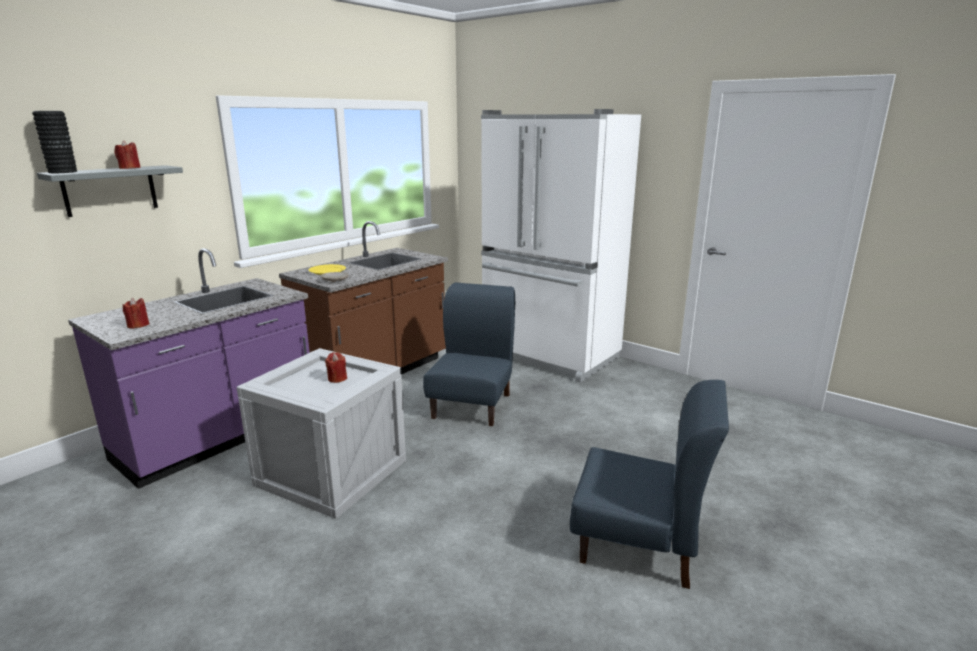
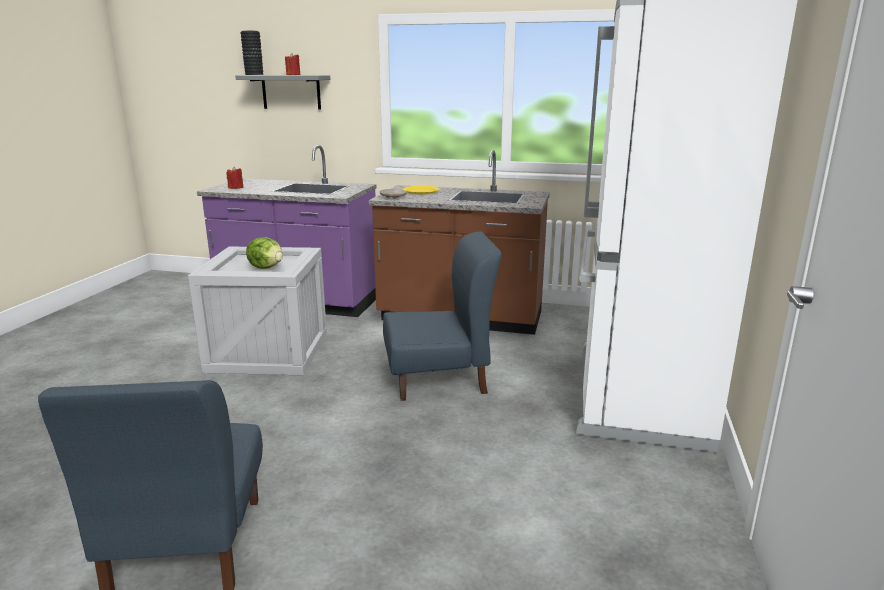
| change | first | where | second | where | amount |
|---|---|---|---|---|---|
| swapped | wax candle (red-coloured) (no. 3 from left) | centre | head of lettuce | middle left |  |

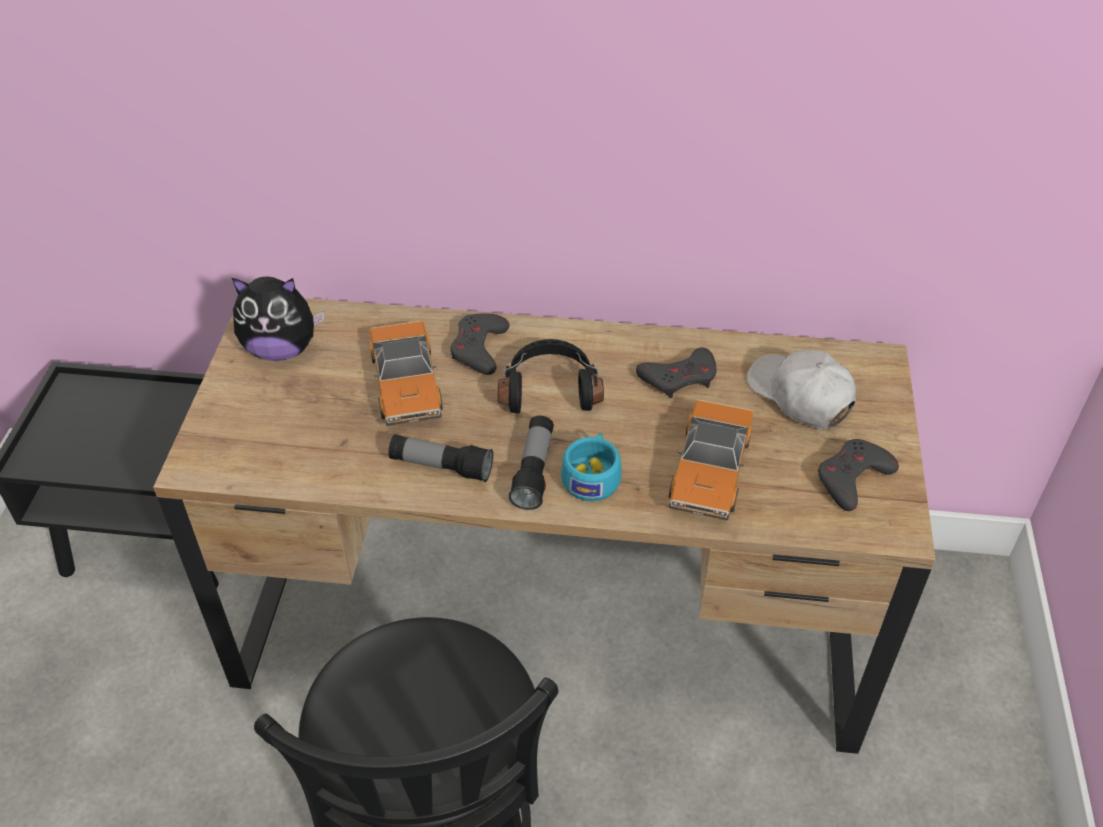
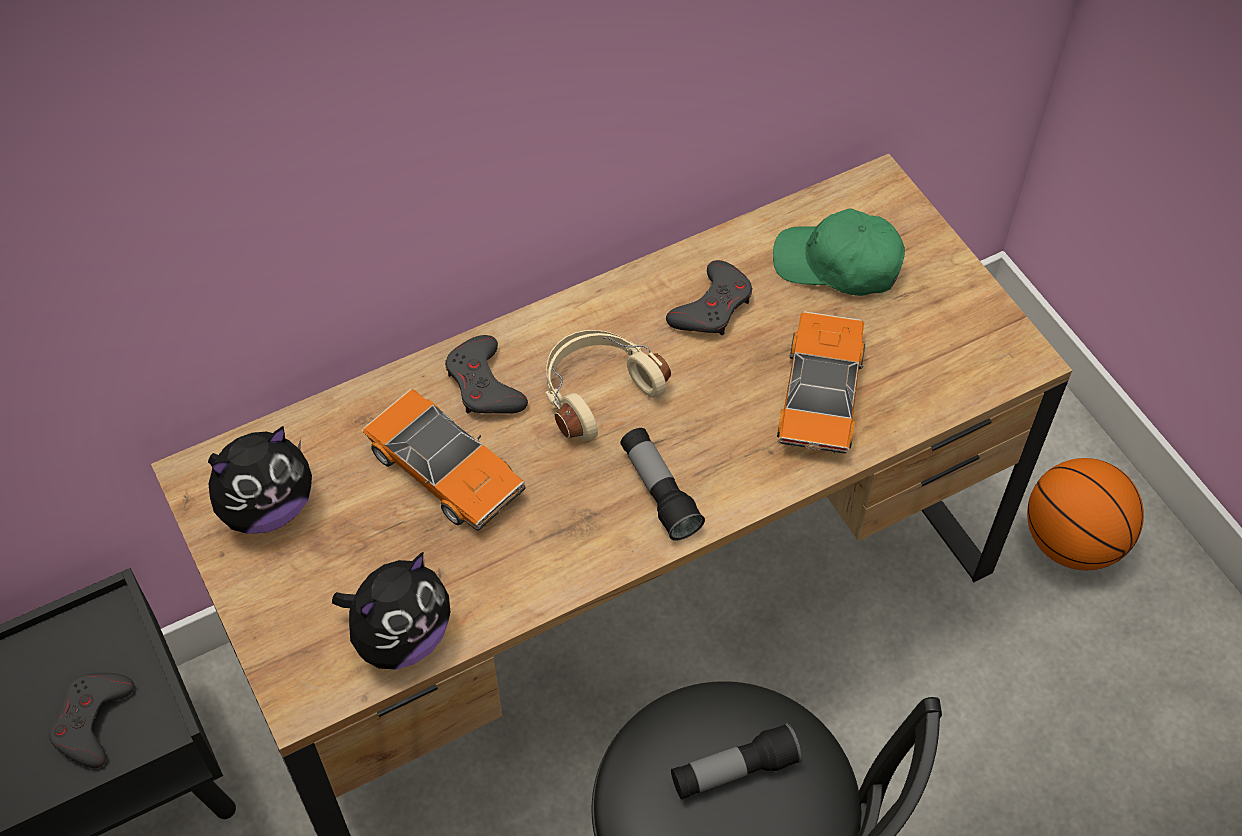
| change | first | where | second | where | amount |
|---|---|---|---|---|---|
| gone | cup (turquoise-coloured) | centre |  |  |  |
| new |  |  | cuddly toy (no. 2 from left) | bottom left |  |
| new |  |  | ball for basketball | middle right |  |
| shifted | flashlight (no. 1 from left in the first image) | centre | flashlight (no. 2 from left) | bottom centre |  |
| shifted | gamepad (grey) (no. 3 from left in the first image) | middle right | gamepad (grey) (no. 1 from left) | bottom left |  |
| repainted | headset (blackish) | centre | headset (sand-coloured) | centre |  |
| repainted | baseball cap (white) | middle right | baseball cap (green) | top right |  |
| rotated | toy car (no. 2 from left) | centre |  | centre | 150 degrees counterclockwise |

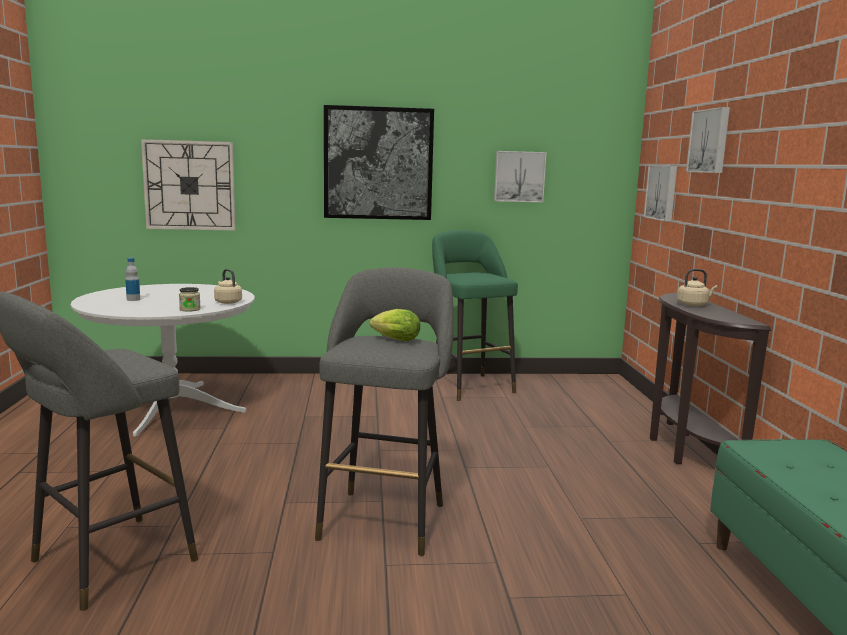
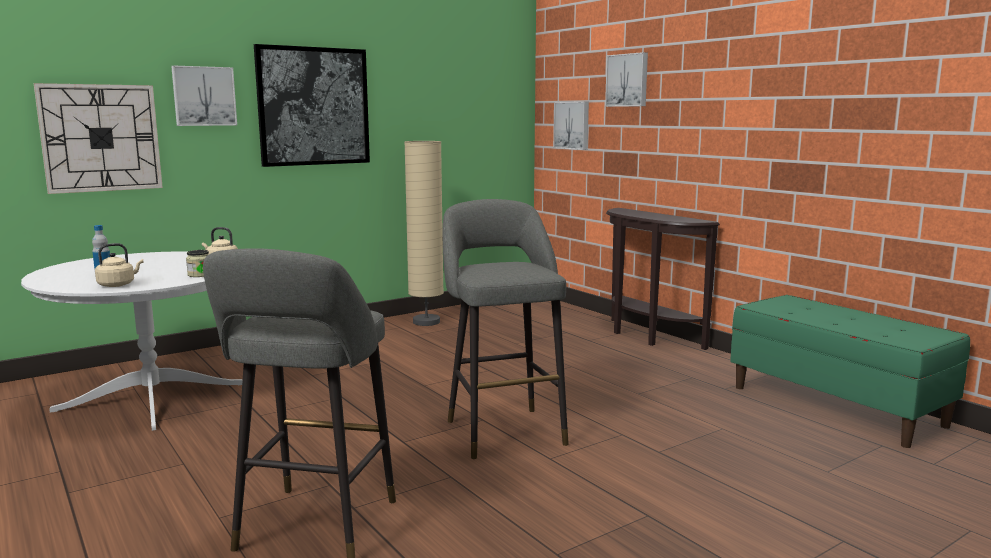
| change | first | where | second | where | amount |
|---|---|---|---|---|---|
| gone | head of lettuce | centre |  |  |  |
| shifted | wall art (no. 2 from left in the first image) | top centre | wall art (no. 1 from left) | top left |  |
| shifted | kettle (sand-coloured) (no. 2 from left in the first image) | middle right | kettle (sand-coloured) (no. 1 from left) | middle left |  |
| swapped | stool seat (green) | centre | standard lamp (sand-coloured) | centre |  |

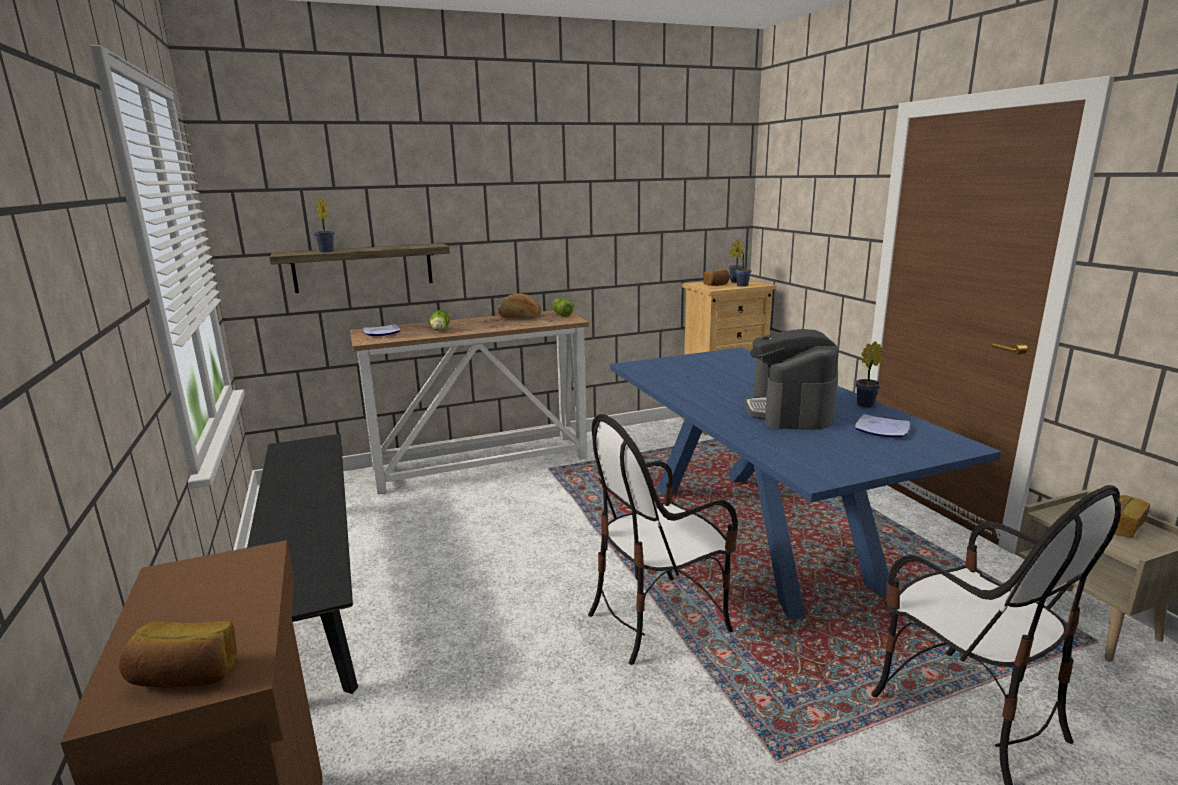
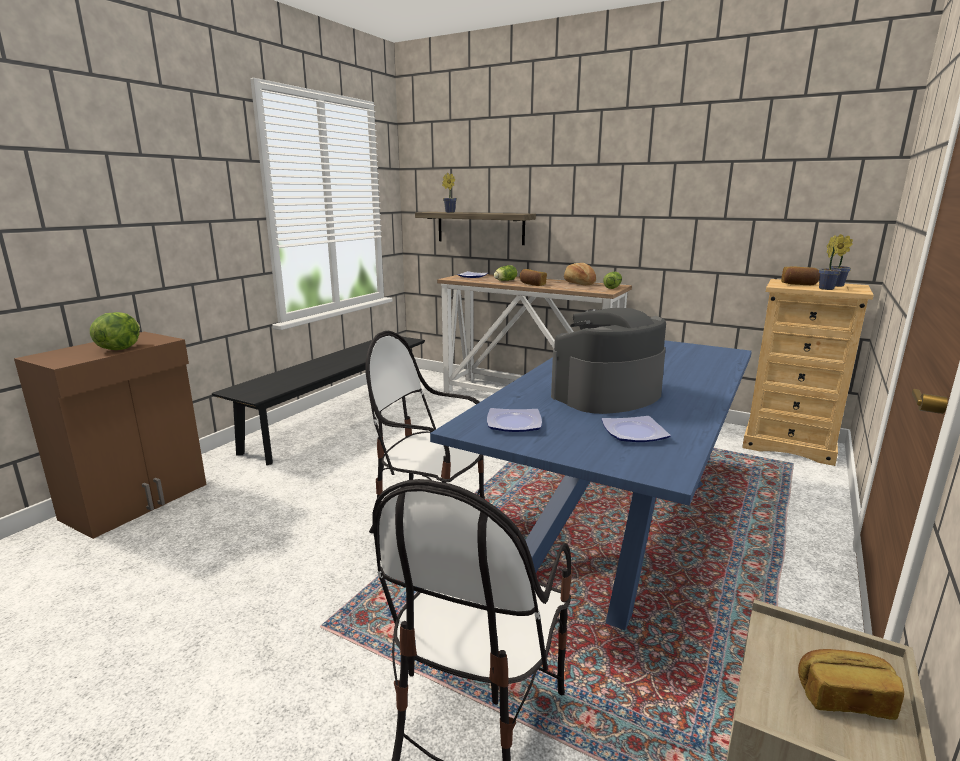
| change | first | where | second | where | amount |
|---|---|---|---|---|---|
| gone | plant in a pot (no. 4 from left) | middle right |  |  |  |
| new |  |  | head of lettuce (no. 1 from left) | middle left |  |
| new |  |  | plate (no. 2 from left) | centre |  |
| shifted | baked bread (no. 1 from left) | bottom left |  | centre |  |

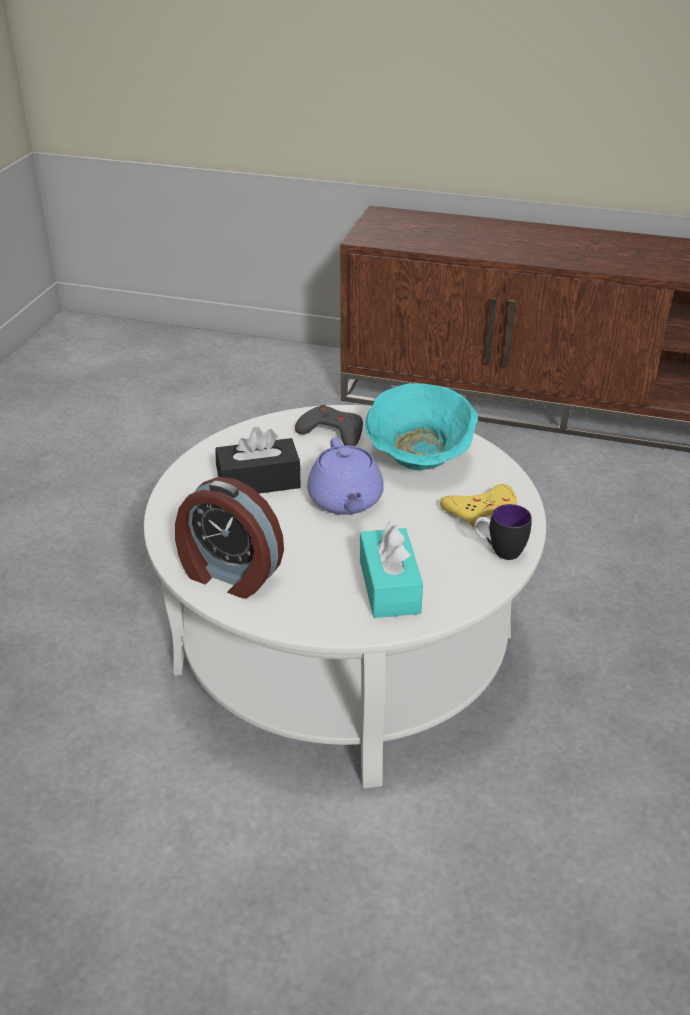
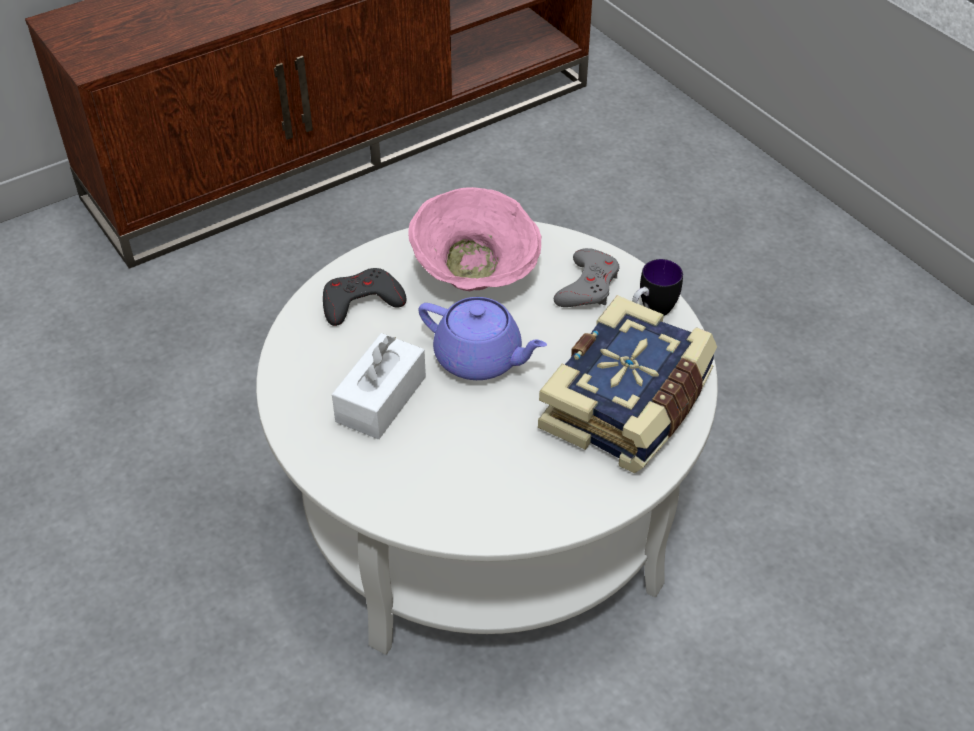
| change | first | where | second | where | amount |
|---|---|---|---|---|---|
| gone | table clock | middle left |  |  |  |
| swapped | tissue holder (turquoise-coloured) | centre | bound book | centre |  |
| repainted | tissue holder (blackish) | centre | tissue holder (white) | centre |  |
| repainted | deep dish (turquoise-coloured) | centre | deep dish (pink) | top centre |  |
| repainted | gamepad (yellow-coloured) | middle right | gamepad (grey) (no. 2 from left) | centre |  |

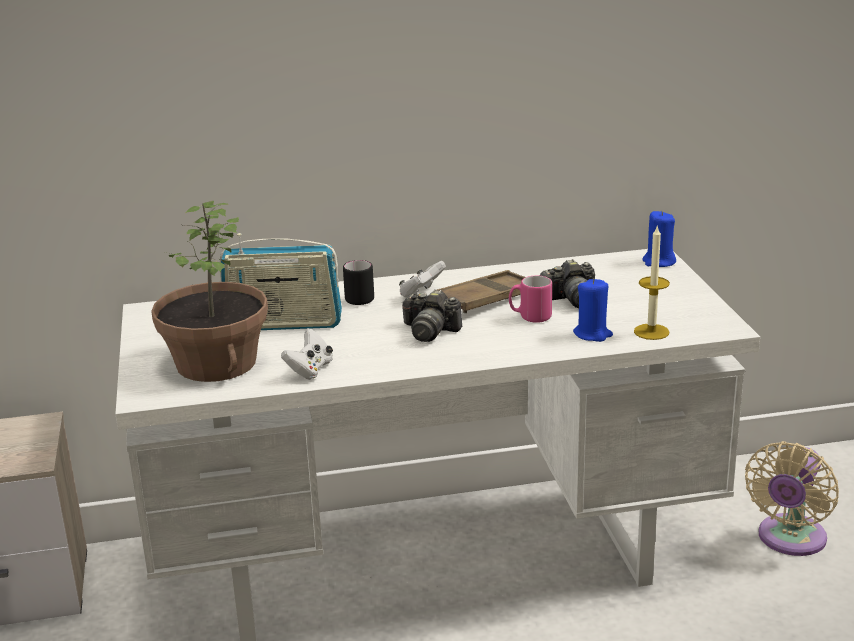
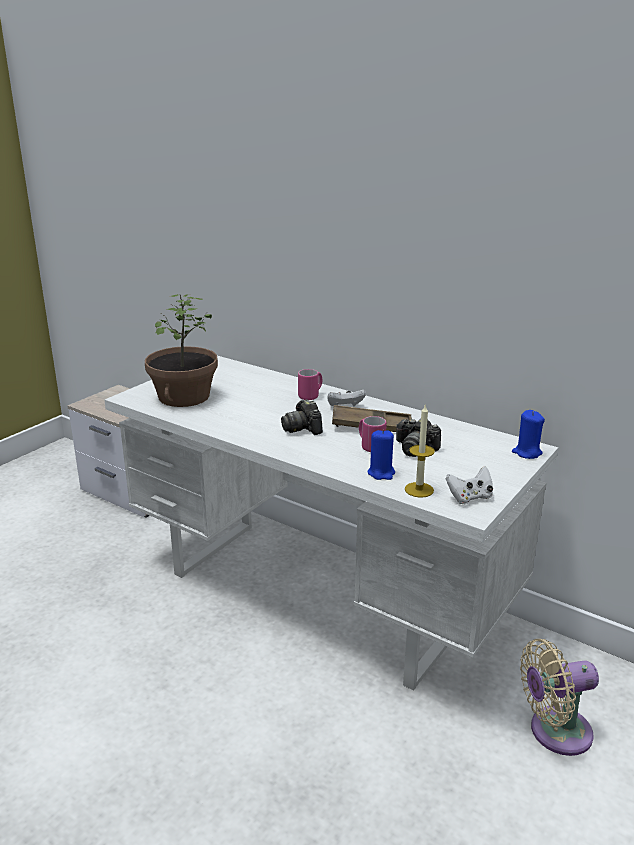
| change | first | where | second | where | amount |
|---|---|---|---|---|---|
| gone | radio | middle left |  |  |  |
| shifted | gamepad (white) (no. 1 from left in the first image) | centre | gamepad (white) (no. 2 from left) | middle right |  |
| repainted | coffee mug (blackish) | centre | coffee mug (pink) (no. 1 from left) | centre |  |

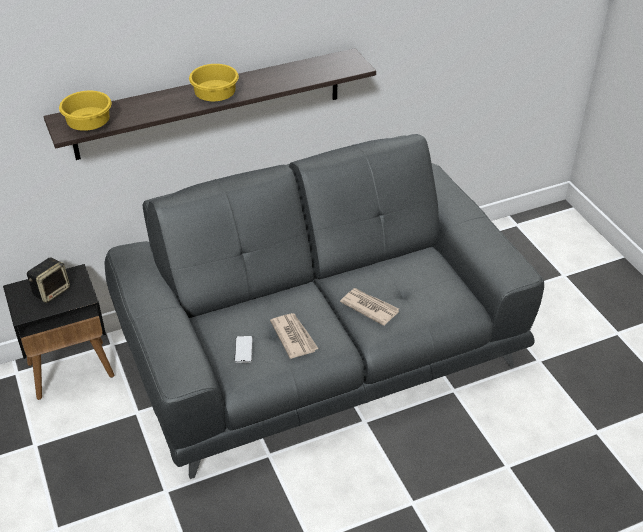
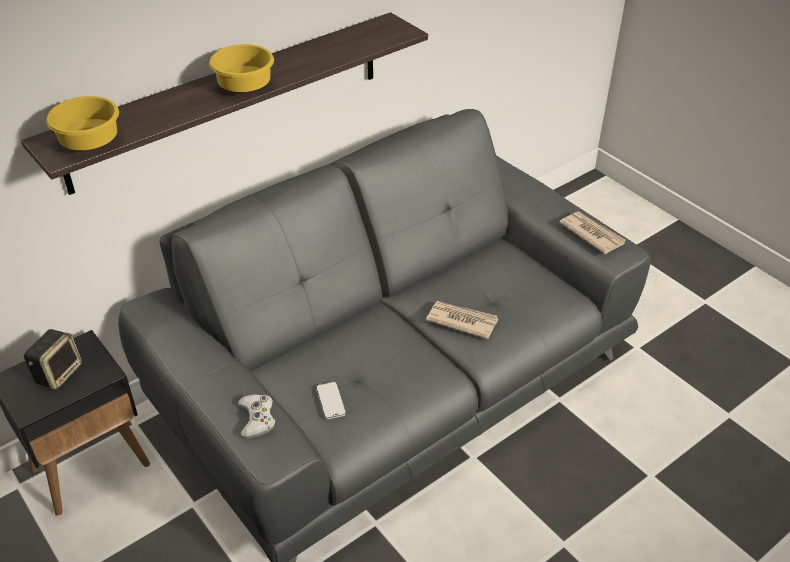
| change | first | where | second | where | amount |
|---|---|---|---|---|---|
| new |  |  | gamepad (white) | bottom left |  |
| shifted | daily paper (no. 1 from left in the first image) | centre | daily paper (no. 2 from left) | middle right |  |

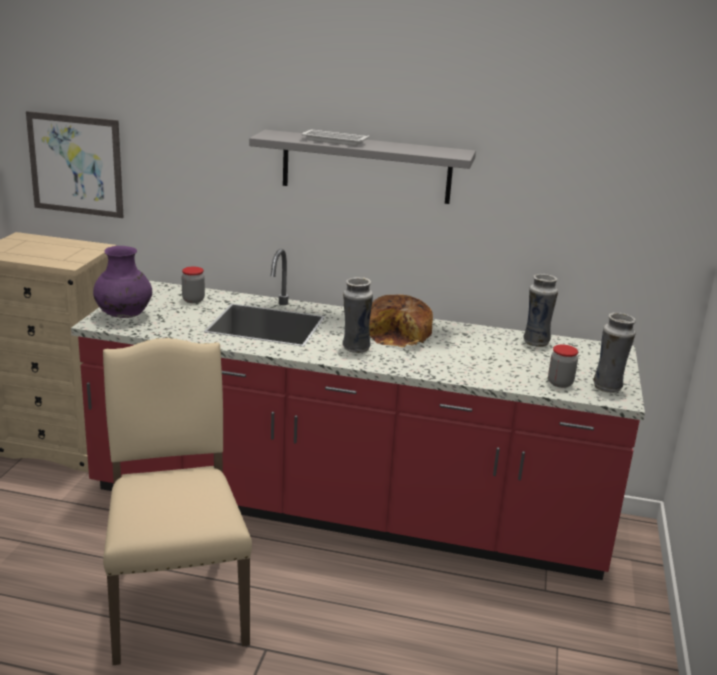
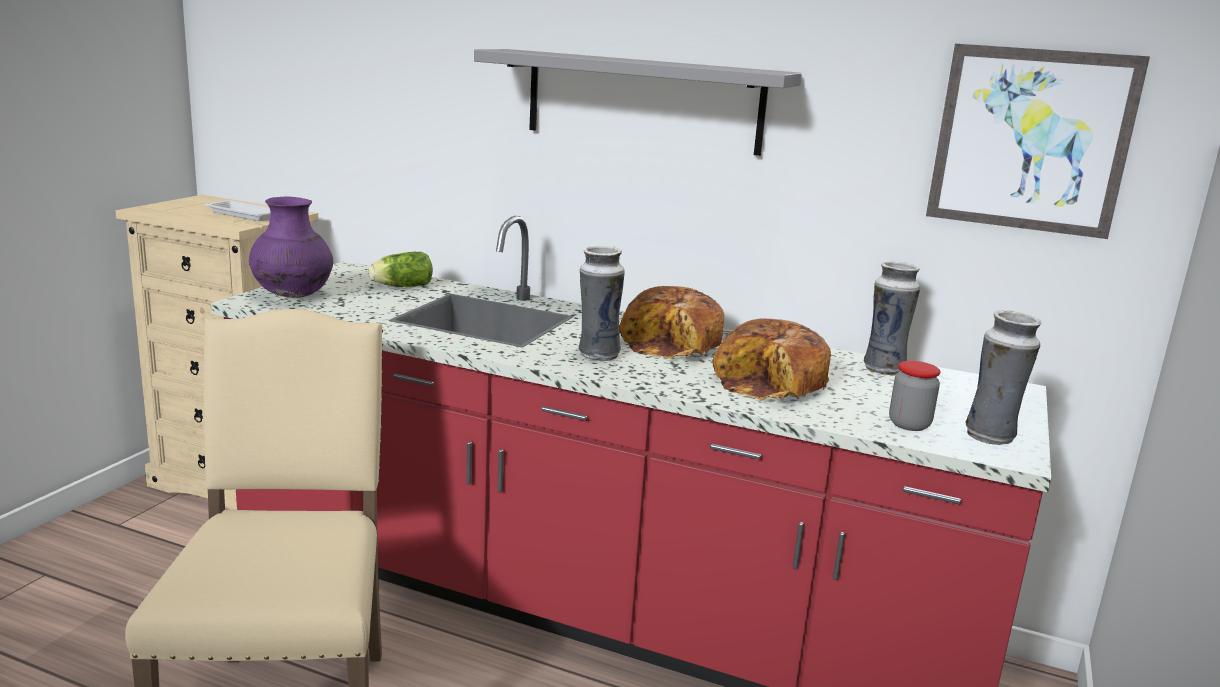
| change | first | where | second | where | amount |
|---|---|---|---|---|---|
| new |  |  | baked bread (no. 2 from left) | centre |  |
| shifted | wall art | top left |  | top right |  |
| shifted | carrying tray (white) | top centre |  | top left |  |
| swapped | jar (no. 1 from left) | middle left | head of lettuce | middle left |  |

